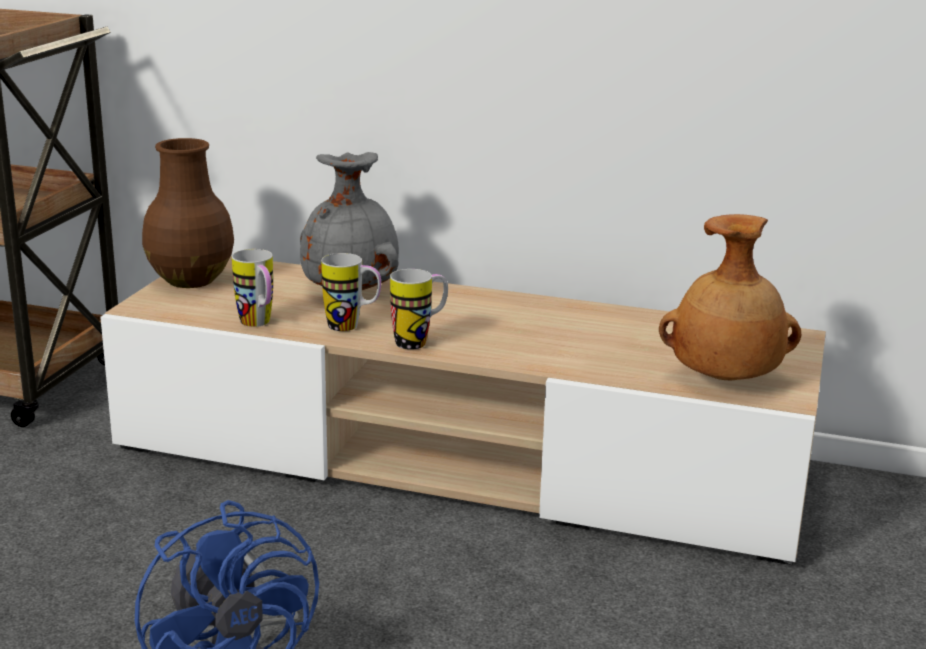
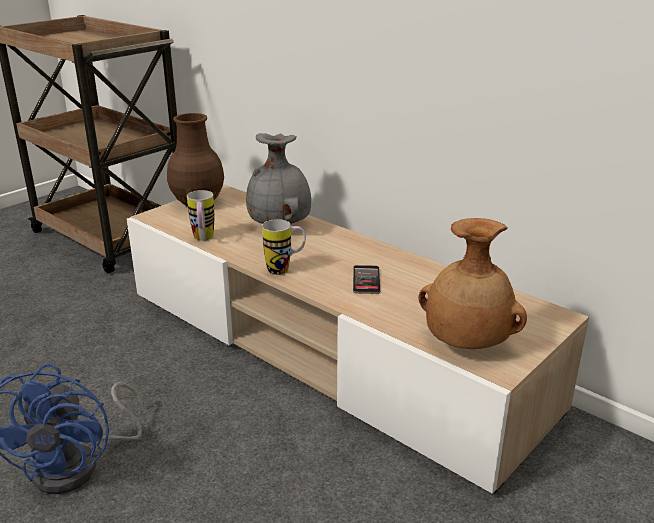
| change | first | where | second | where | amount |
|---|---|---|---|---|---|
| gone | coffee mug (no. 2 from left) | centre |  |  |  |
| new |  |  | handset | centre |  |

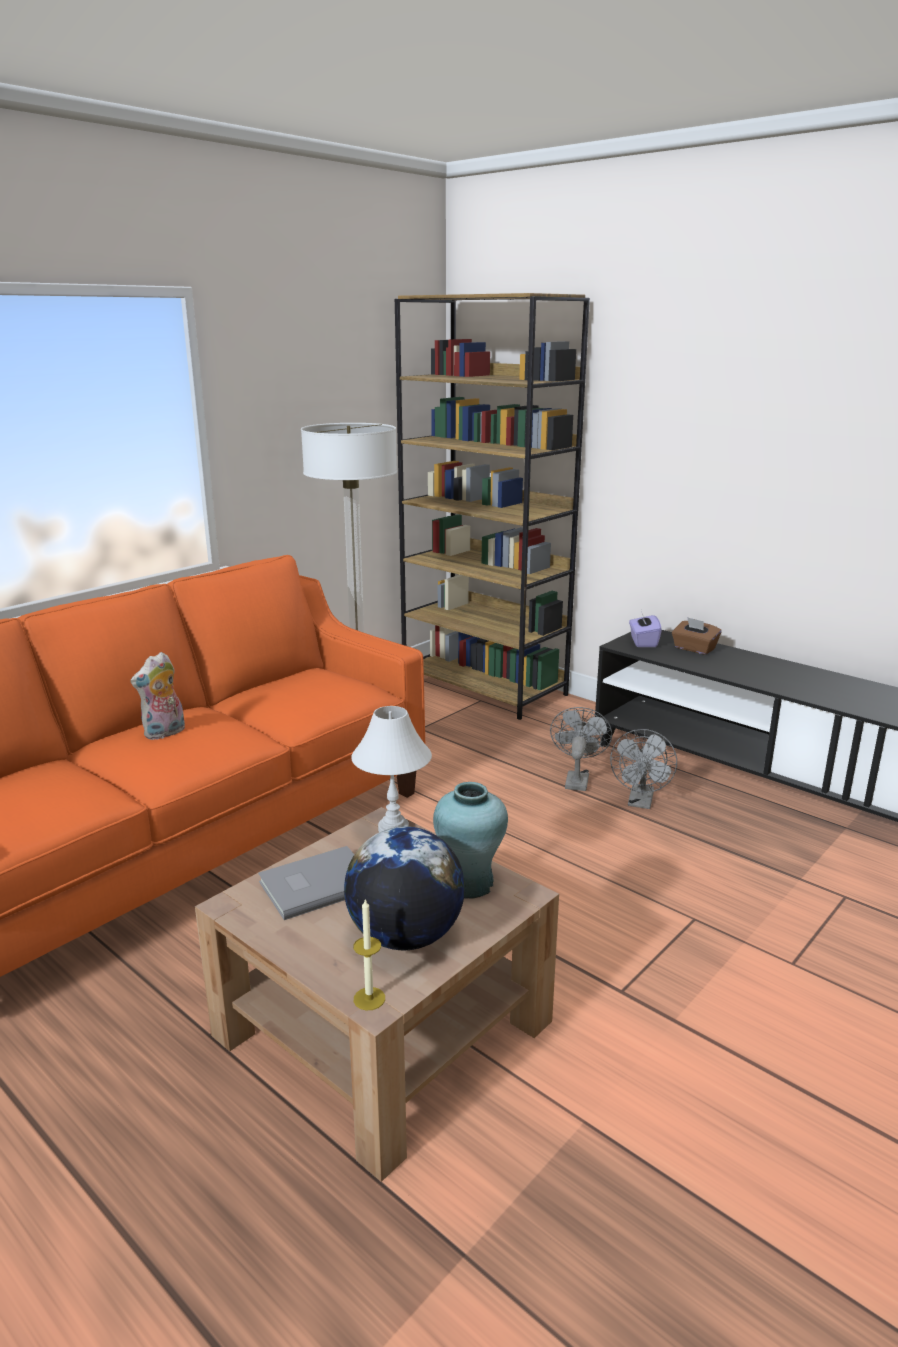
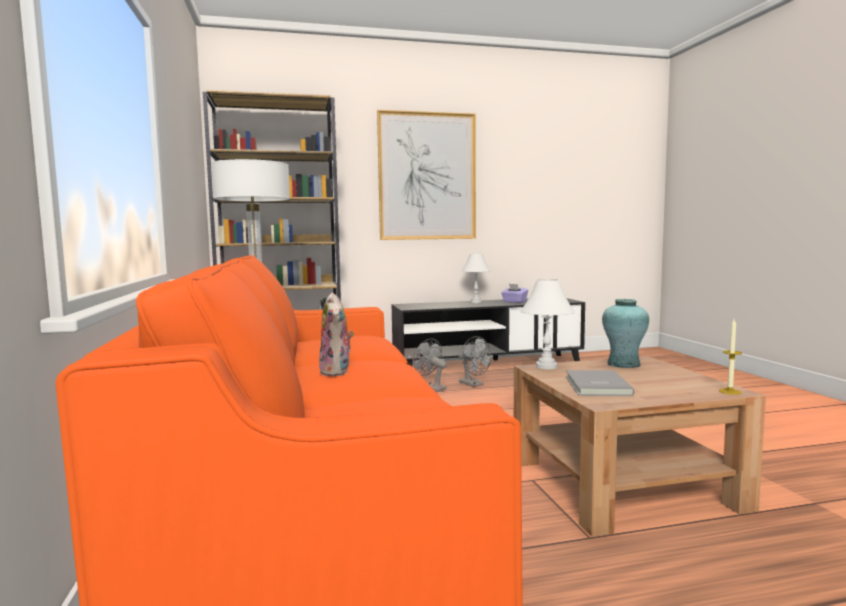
| change | first | where | second | where | amount |
|---|---|---|---|---|---|
| gone | world globe | centre |  |  |  |
| gone | tissue holder (brown-coloured) | middle right |  |  |  |
| new |  |  | wall art | top centre |  |
| new |  |  | tabletop lamp (white) (no. 1 from left) | centre |  |
| shifted | tissue holder (purplish) | middle right |  | centre |  |

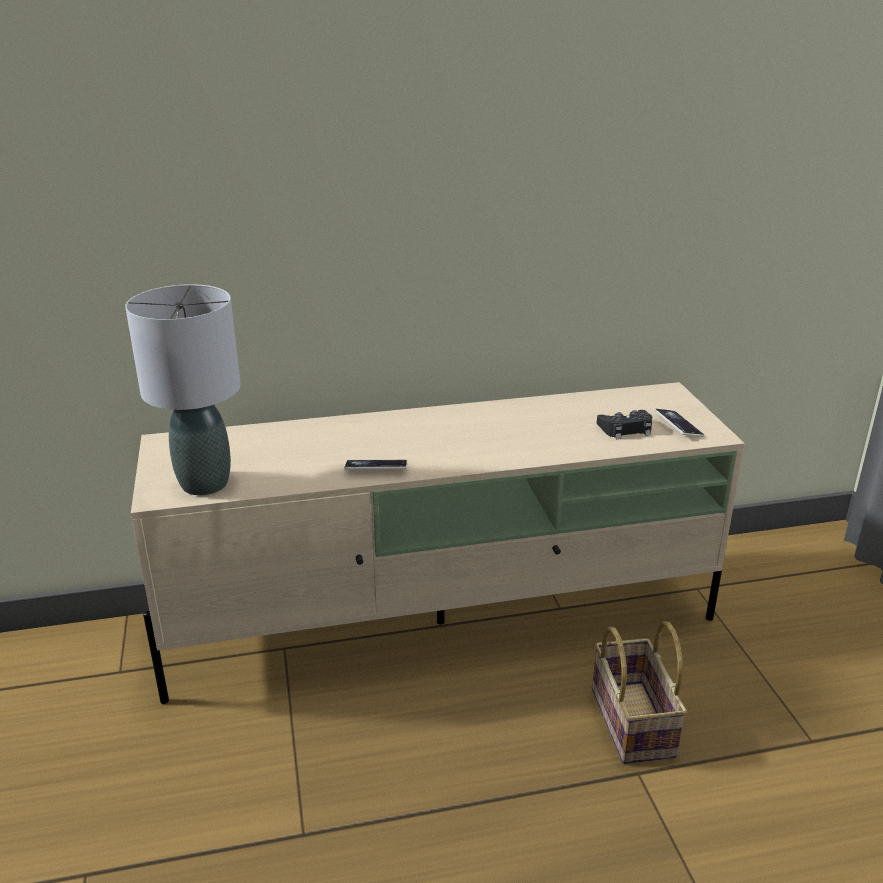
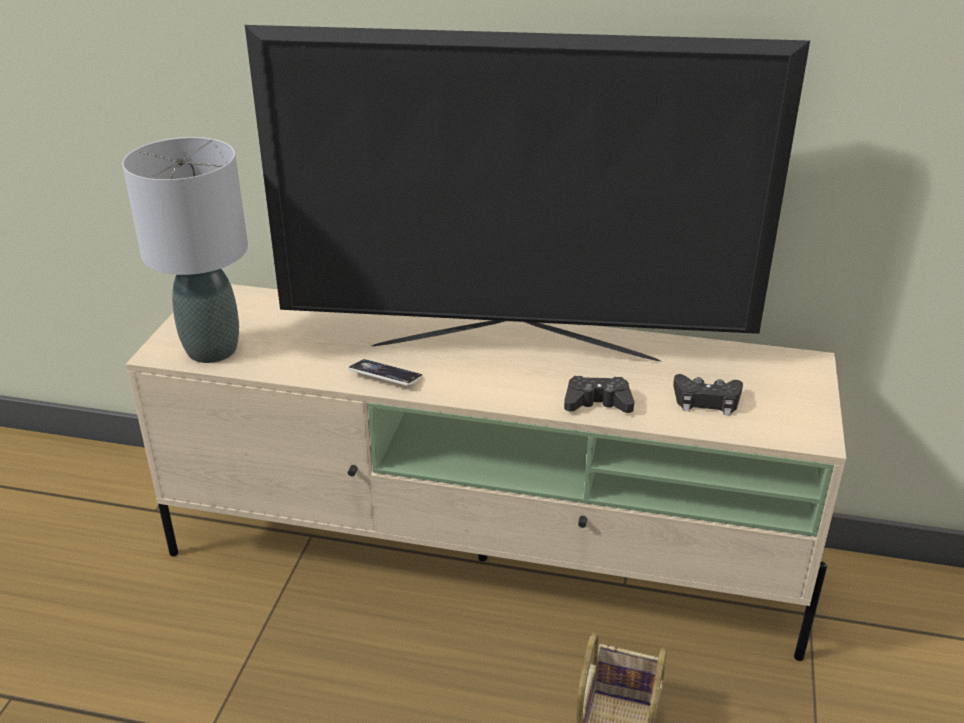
| change | first | where | second | where | amount |
|---|---|---|---|---|---|
| gone | handset (no. 2 from left) | middle right |  |  |  |
| new |  |  | television | top centre |  |
| new |  |  | gamepad (blackish) (no. 1 from left) | centre |  |

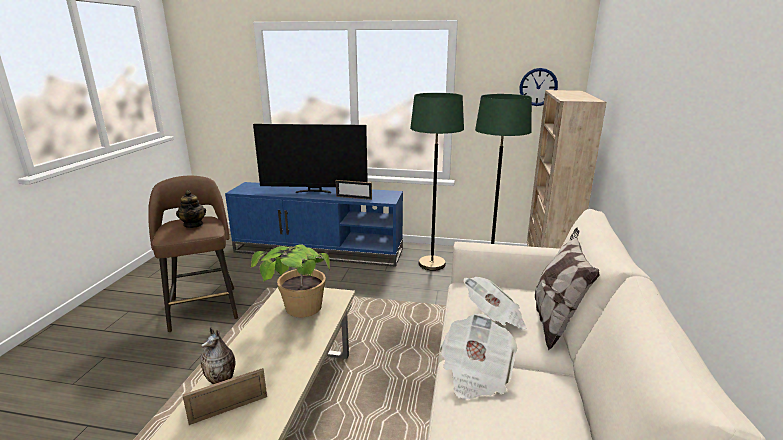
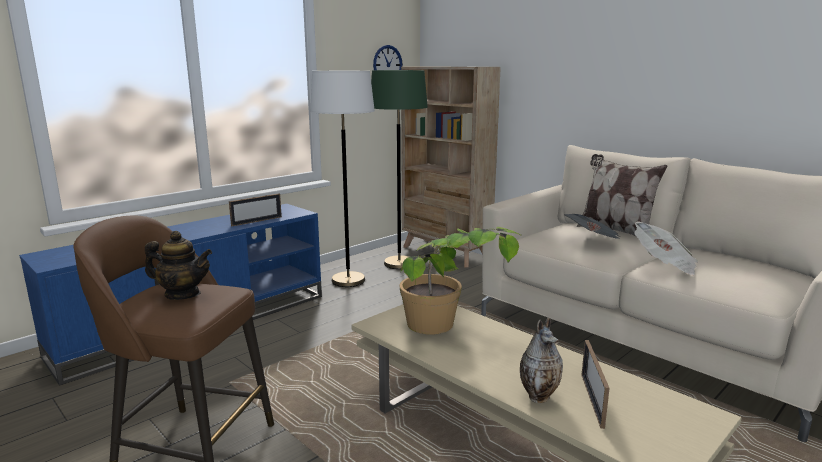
| change | first | where | second | where | amount |
|---|---|---|---|---|---|
| gone | television | centre |  |  |  |
| repainted | standard lamp (green) (no. 1 from left) | centre | standard lamp (white) | centre |  |

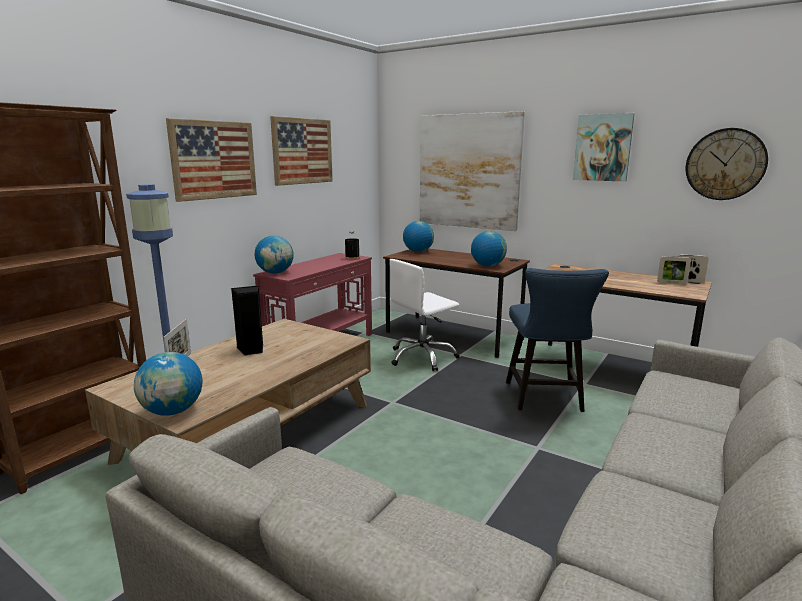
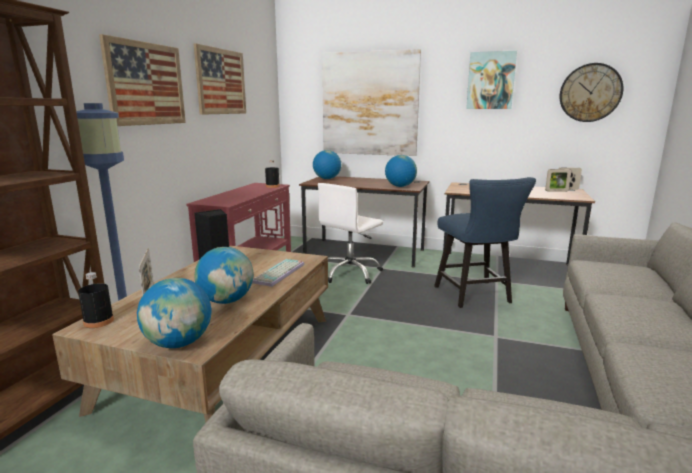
| change | first | where | second | where | amount |
|---|---|---|---|---|---|
| new |  |  | bottle (blackish) (no. 1 from left) | middle left |  |
| new |  |  | PC keyboard | centre |  |
| shifted | world globe (no. 2 from left) | centre |  | middle left |  |

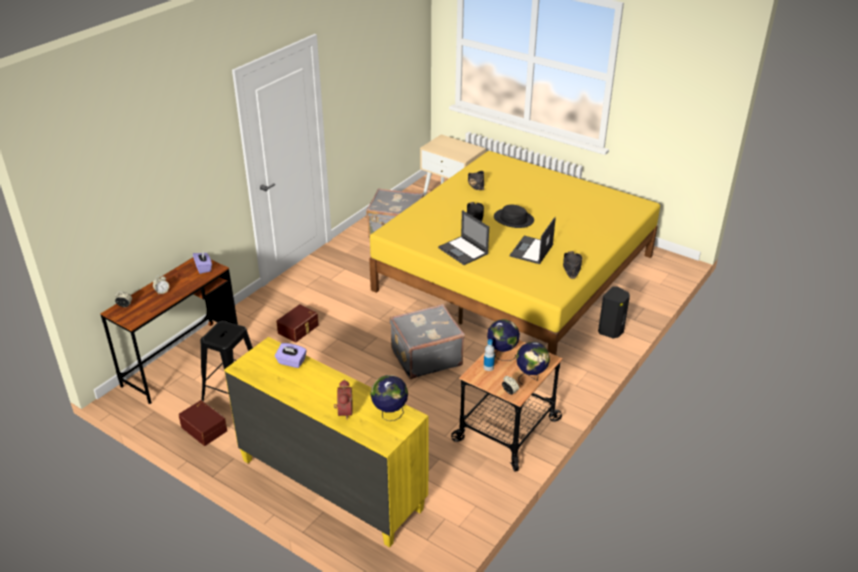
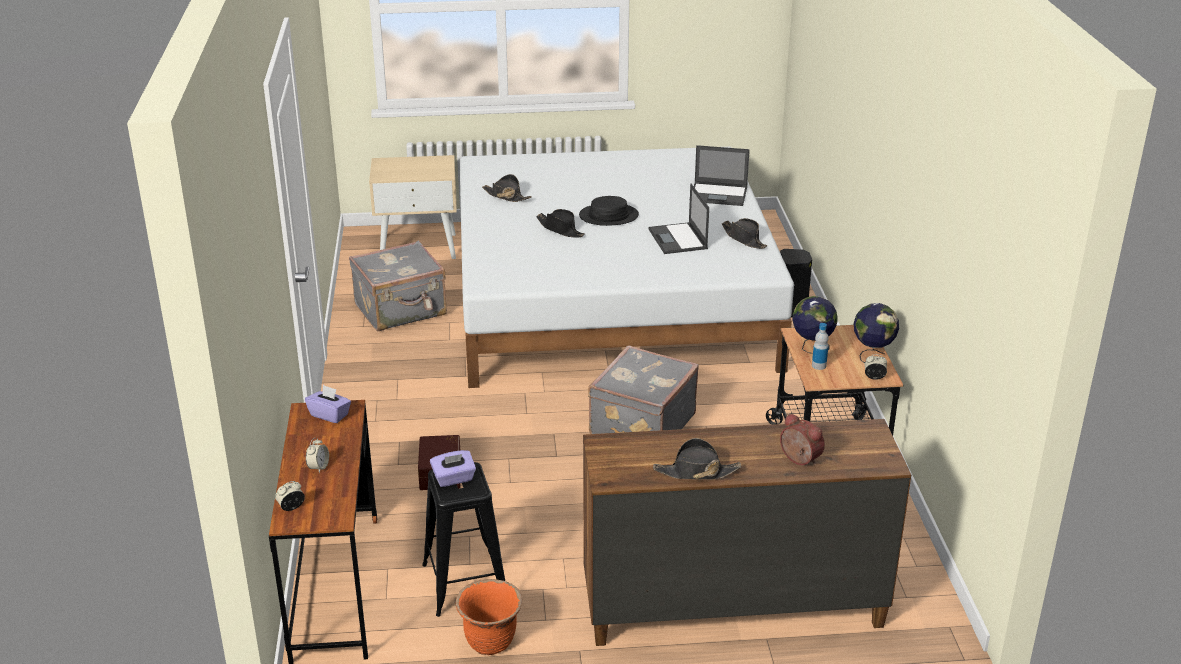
| change | first | where | second | where | amount |
|---|---|---|---|---|---|
| gone | world globe (no. 1 from left) | bottom centre |  |  |  |
| new |  |  | clothing hat (blackish) (no. 4 from left) | bottom centre |  |
| shifted | tissue holder (purplish) (no. 2 from left) | centre |  | bottom centre |  |
| shifted | portable computer (no. 1 from left in the first image) | centre | portable computer (no. 2 from left) | top centre |  |
| swapped | storage box (brown-coloured) (no. 1 from left) | bottom left | planter (orange-coloured) | bottom centre |  |
| repainted | chest of drawers (yellow-coloured) | bottom centre | chest of drawers (brown-coloured) | bottom centre |  |
| repainted | bed (yellow-coloured) | centre | bed (white) | centre |  |

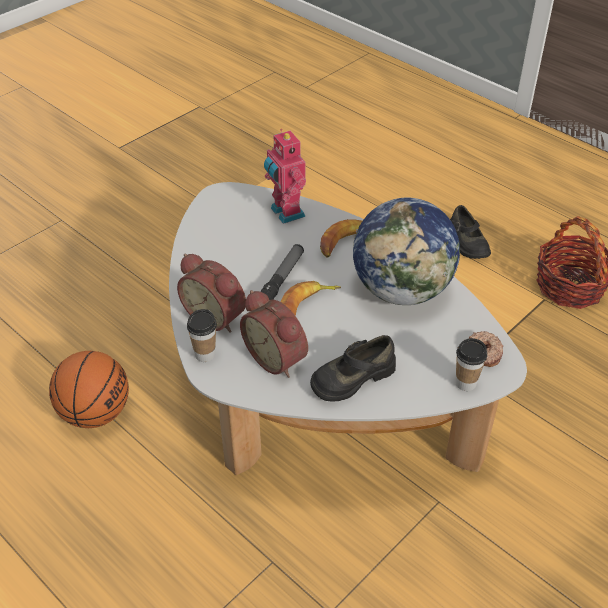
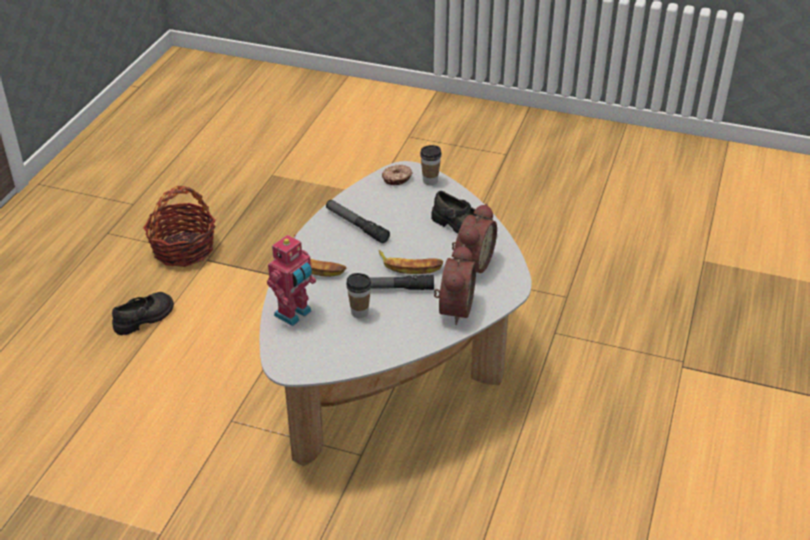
| change | first | where | second | where | amount |
|---|---|---|---|---|---|
| gone | ball for basketball | middle left |  |  |  |
| shifted | cup (no. 1 from left) | middle left |  | centre |  |
| swapped | world globe | middle right | flashlight (no. 1 from left) | centre |  |

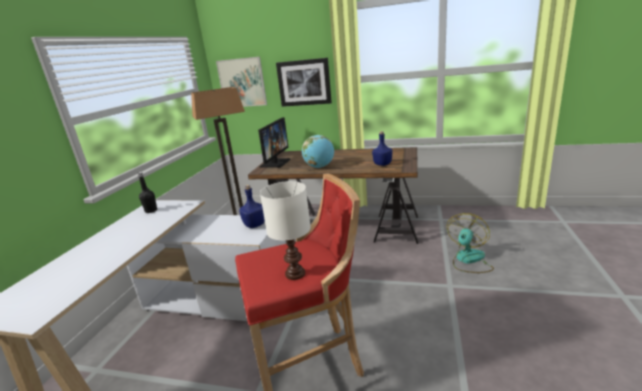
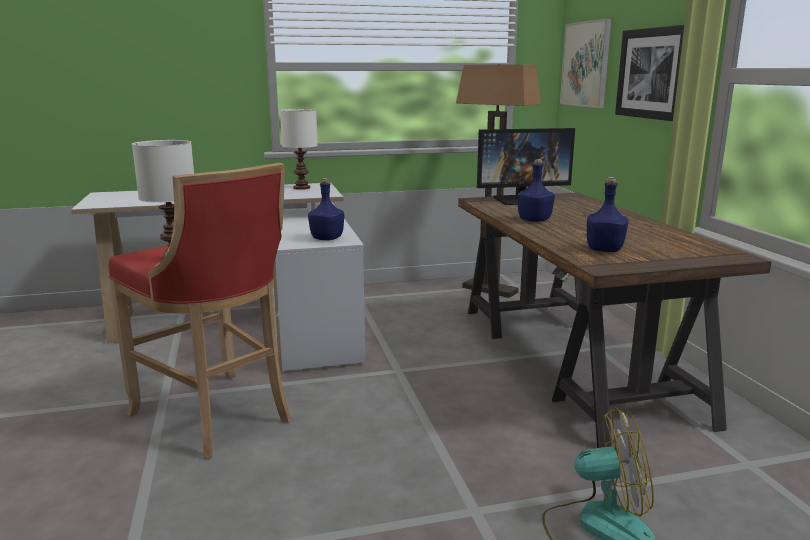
| change | first | where | second | where | amount |
|---|---|---|---|---|---|
| swapped | bottle (blackish) | middle left | tabletop lamp (white) (no. 2 from left) | top centre |  |
| swapped | world globe | centre | bottle (blue-coloured) (no. 2 from left) | centre |  |

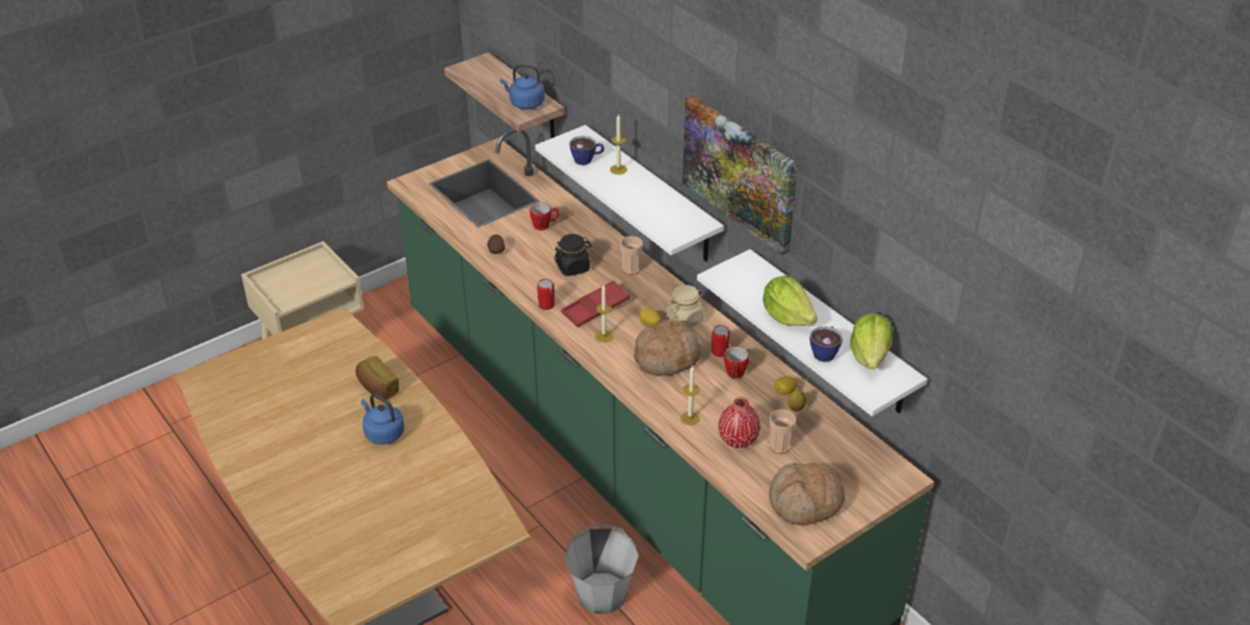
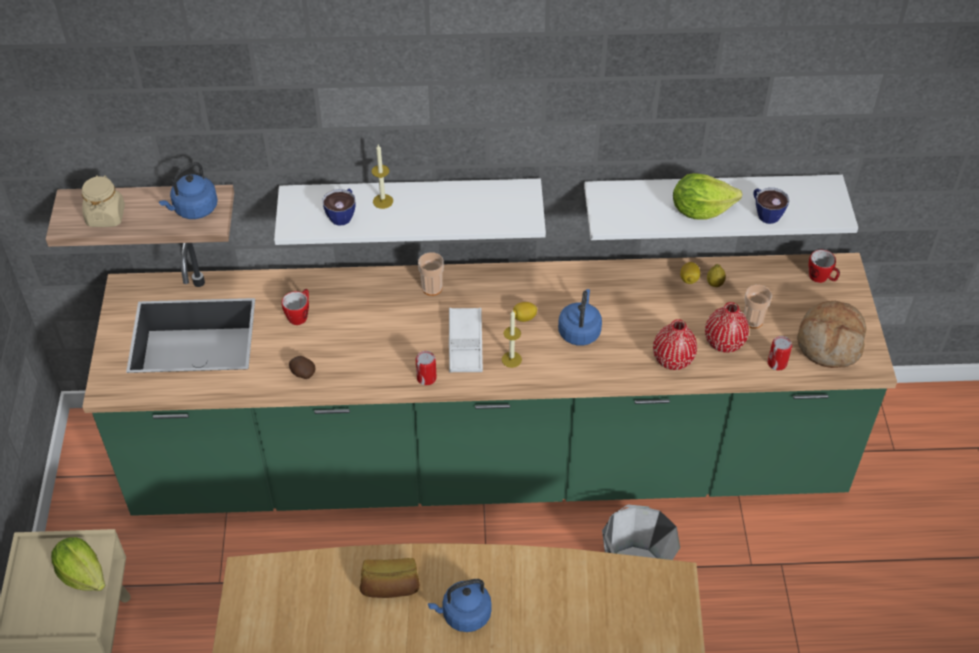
| change | first | where | second | where | amount |
|---|---|---|---|---|---|
| gone | jar (blackish) | centre |  |  |  |
| gone | wall art | top centre |  |  |  |
| shifted | jar (sand-coloured) | centre |  | top left |  |
| shifted | metal can (no. 2 from left) | centre |  | middle right |  |
| shifted | coffee mug (no. 2 from left) | centre |  | middle right |  |
| shifted | head of lettuce (no. 2 from left in the first image) | middle right | head of lettuce (no. 1 from left) | bottom left |  |
| swapped | baked bread (no. 2 from left) | centre | kettle (blue-coloured) (no. 3 from left) | centre |  |
| swapped | wax candle (no. 3 from left) | centre | decorative vase (red-coloured) (no. 1 from left) | middle right |  |
| repainted | carrying tray (red-coloured) | centre | carrying tray (white) | centre |  |

